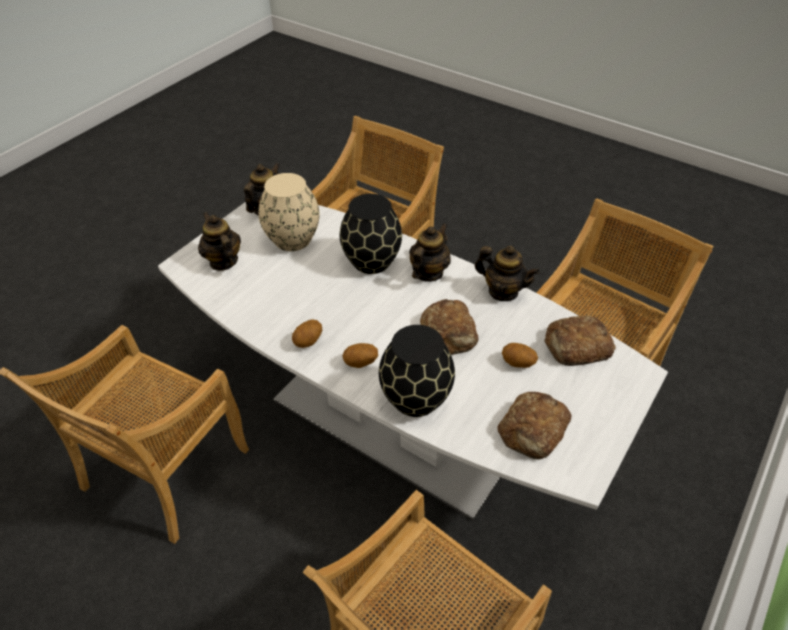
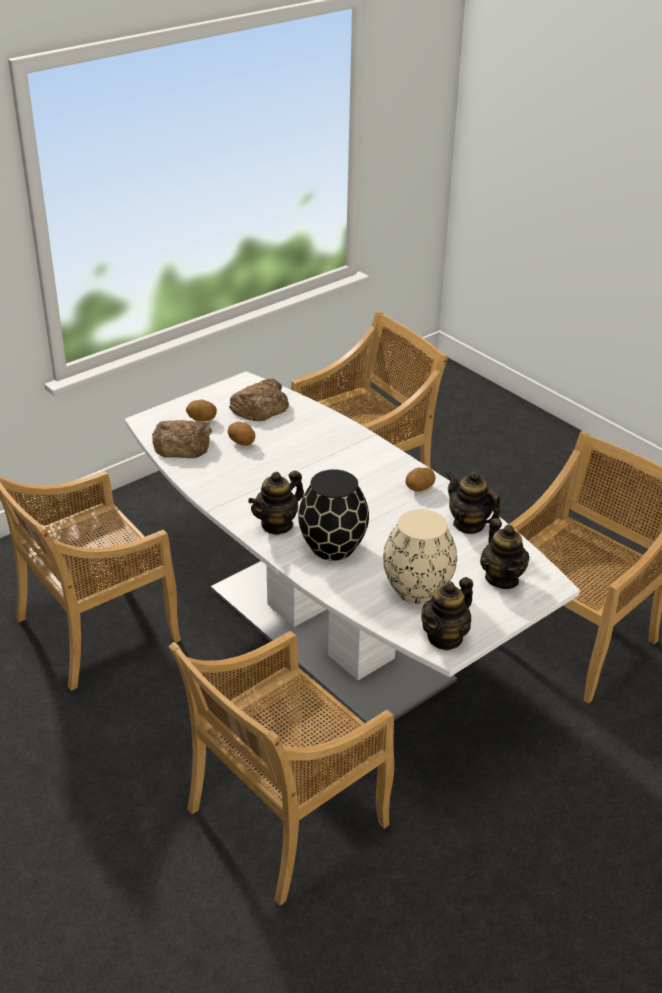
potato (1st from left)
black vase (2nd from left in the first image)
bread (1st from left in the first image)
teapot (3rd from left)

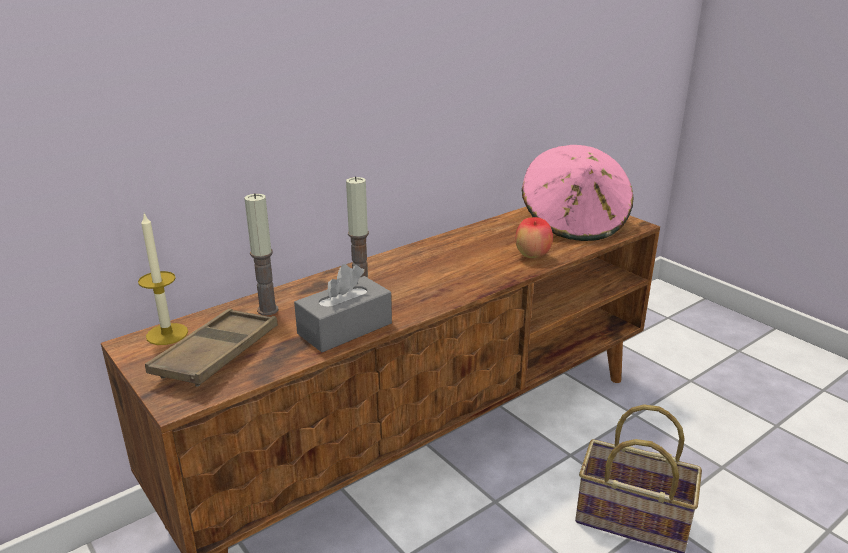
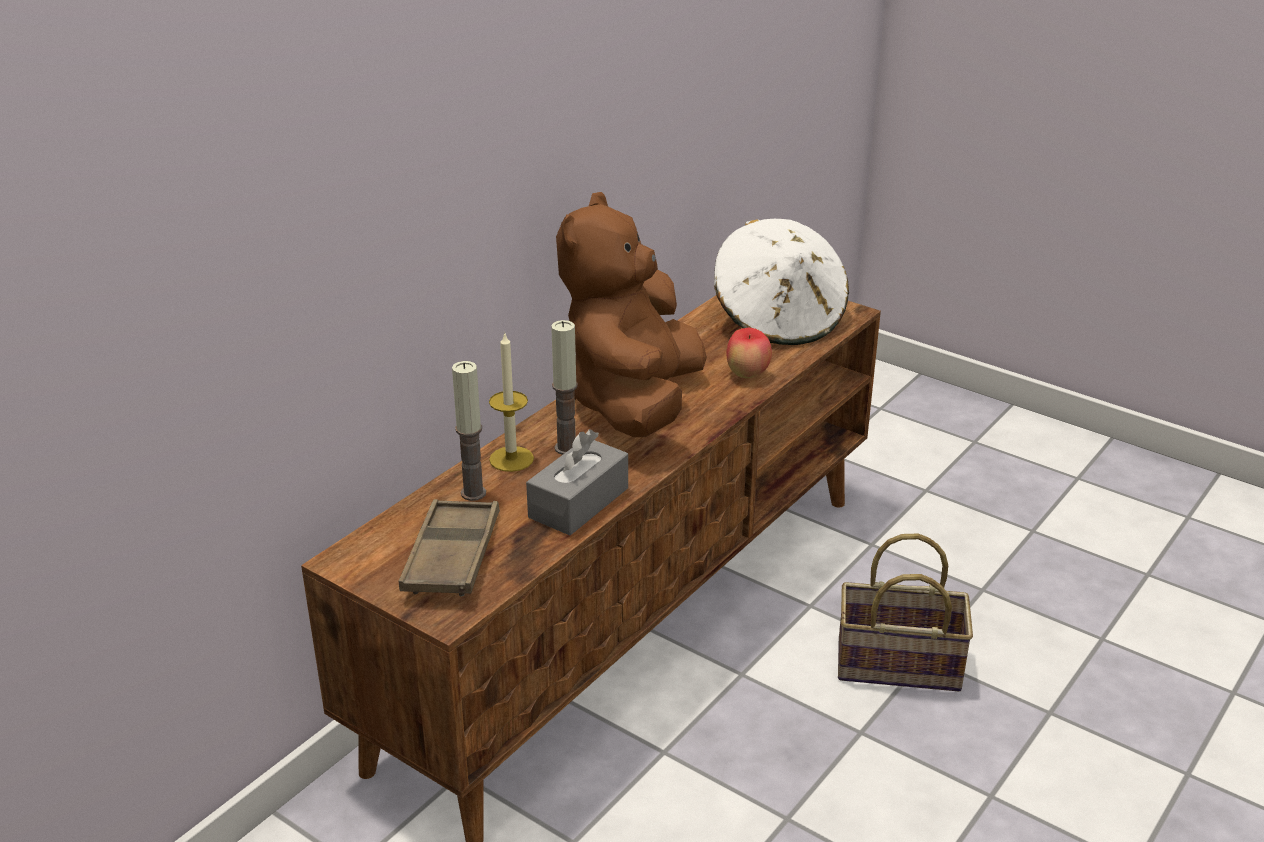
candle (2nd from left)
white hat
brown plush toy

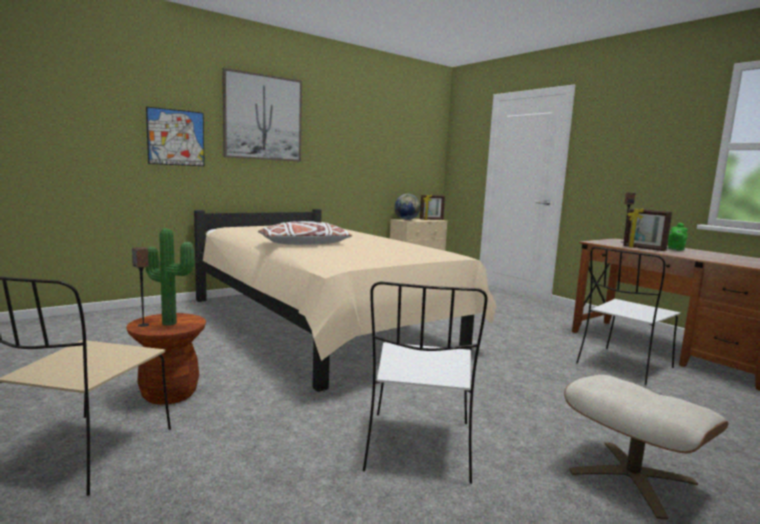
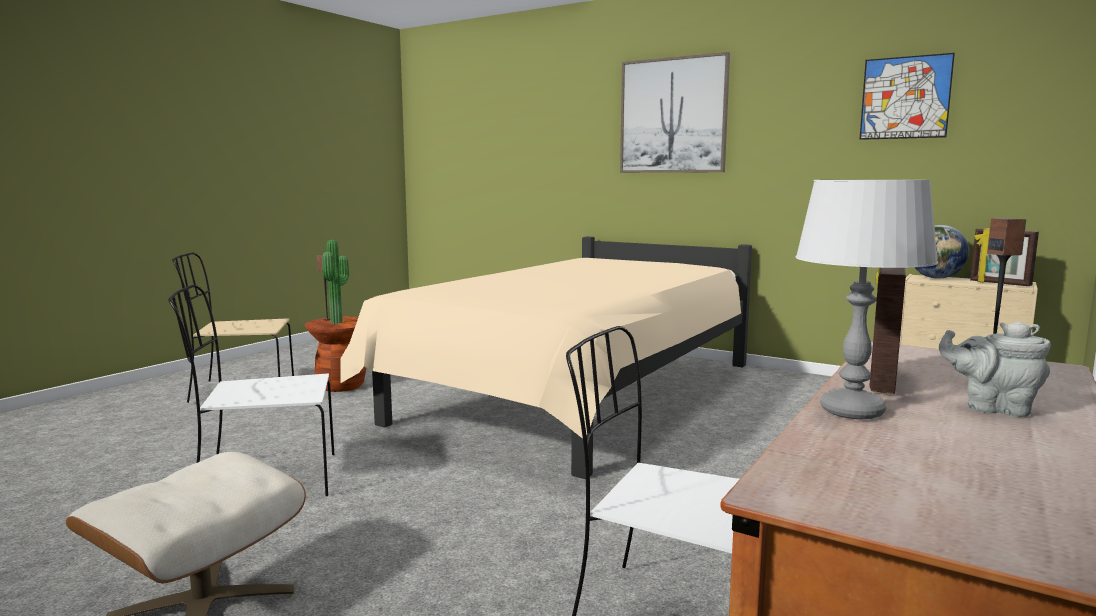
picture (2nd from left)
white pillow
grey teapot
grey table lamp

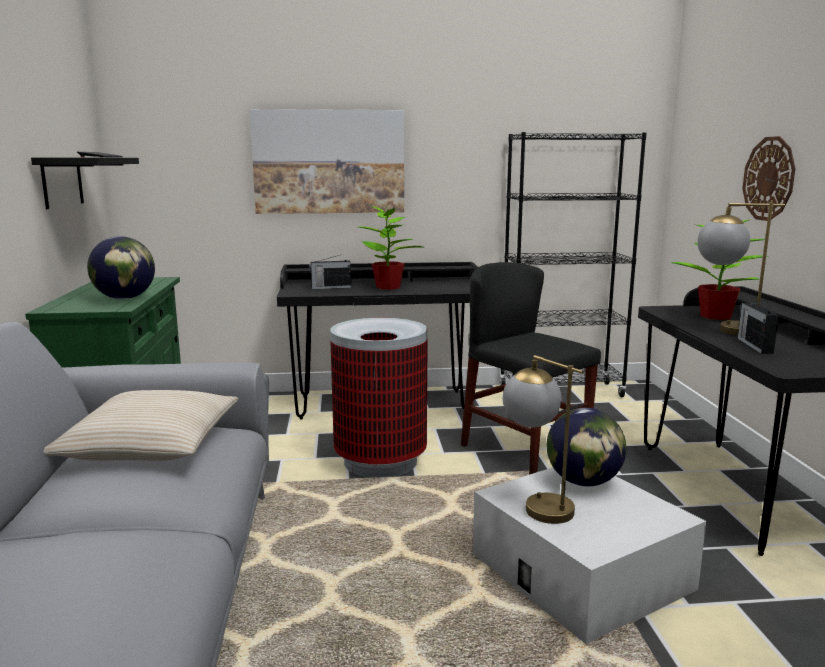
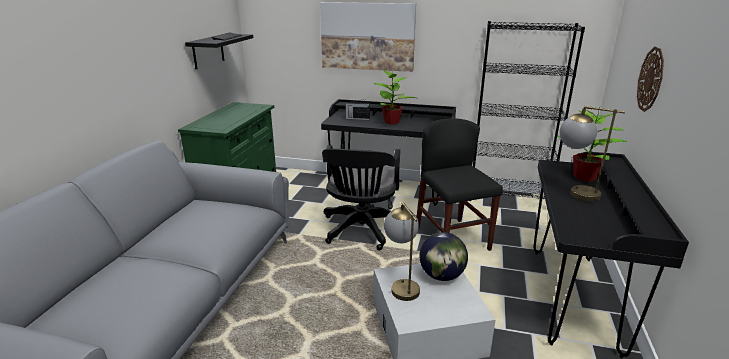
beige pillow
globe (1st from left in the first image)
black office chair
radio (2nd from left in the first image)

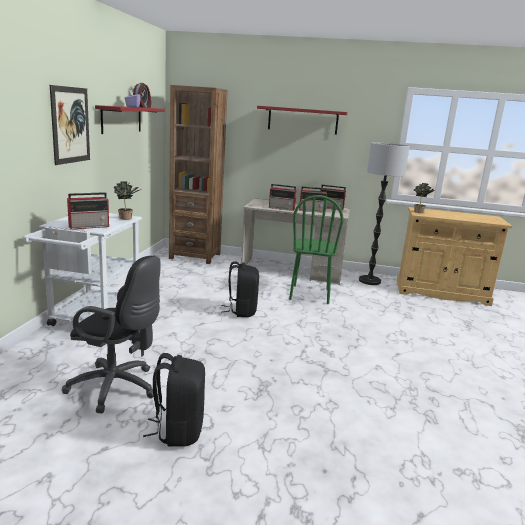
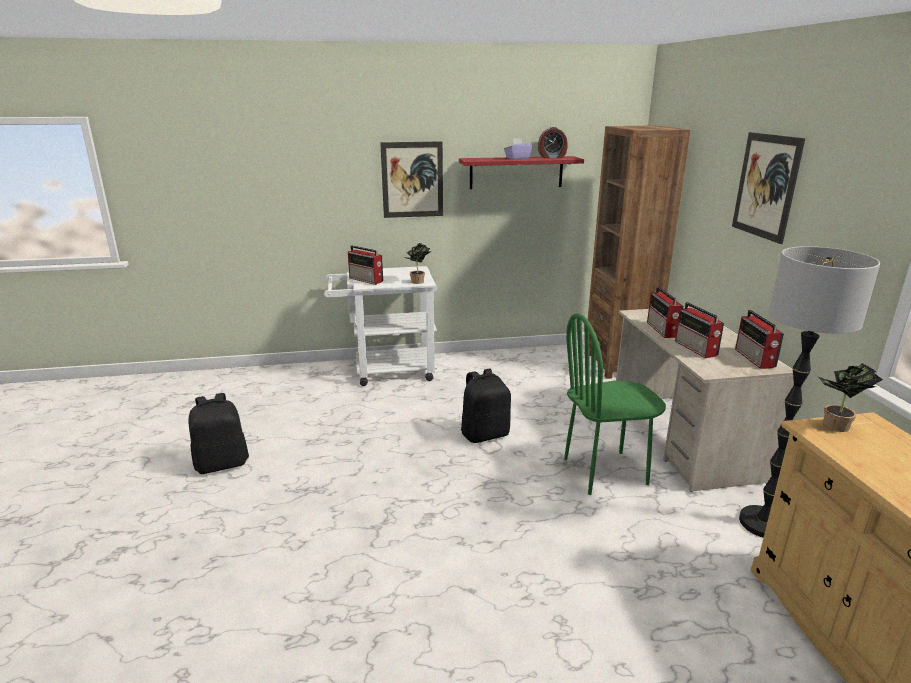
black office chair
picture (2nd from left)

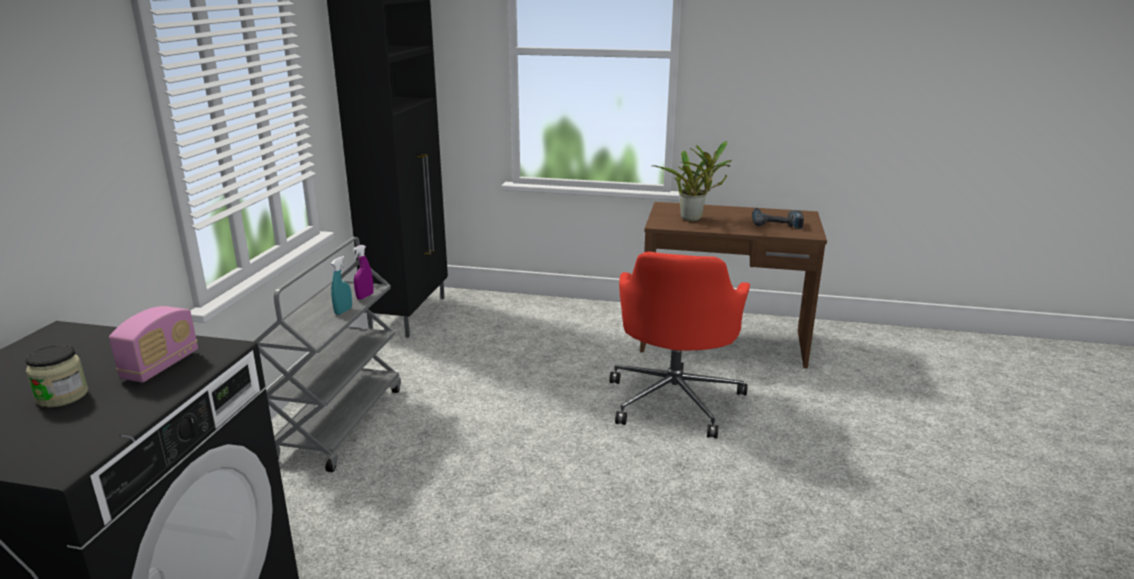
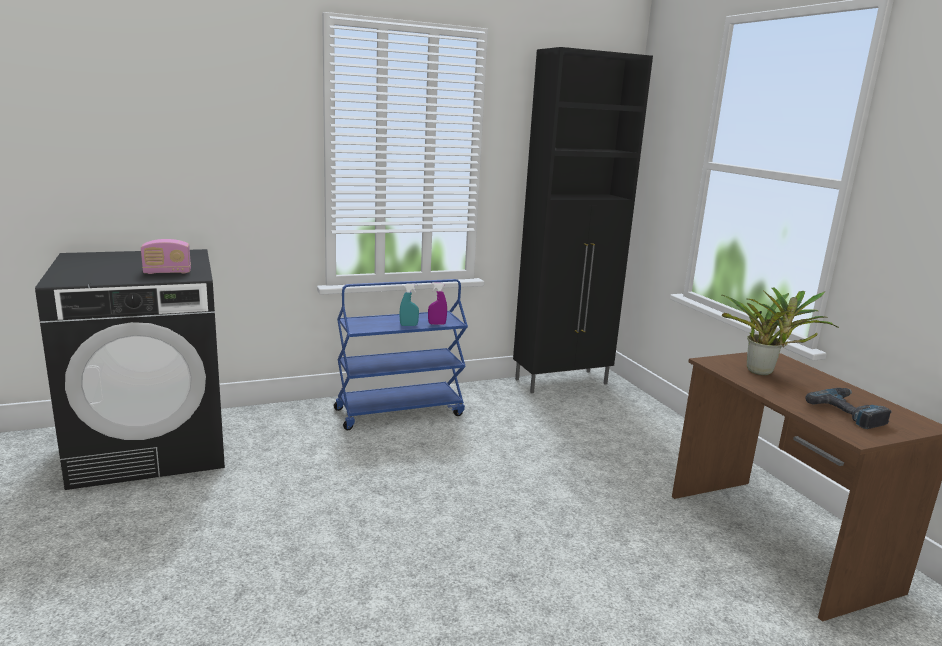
jar
blue cart
red office chair

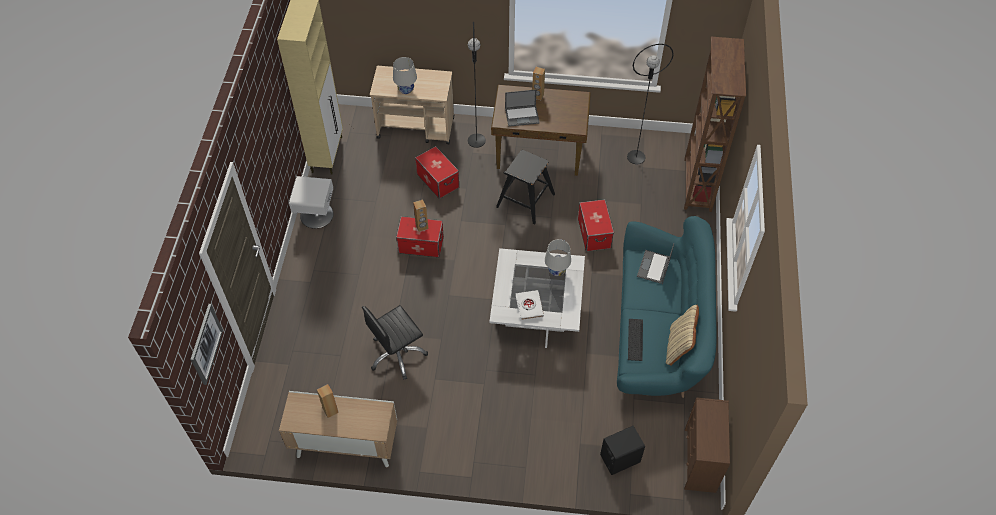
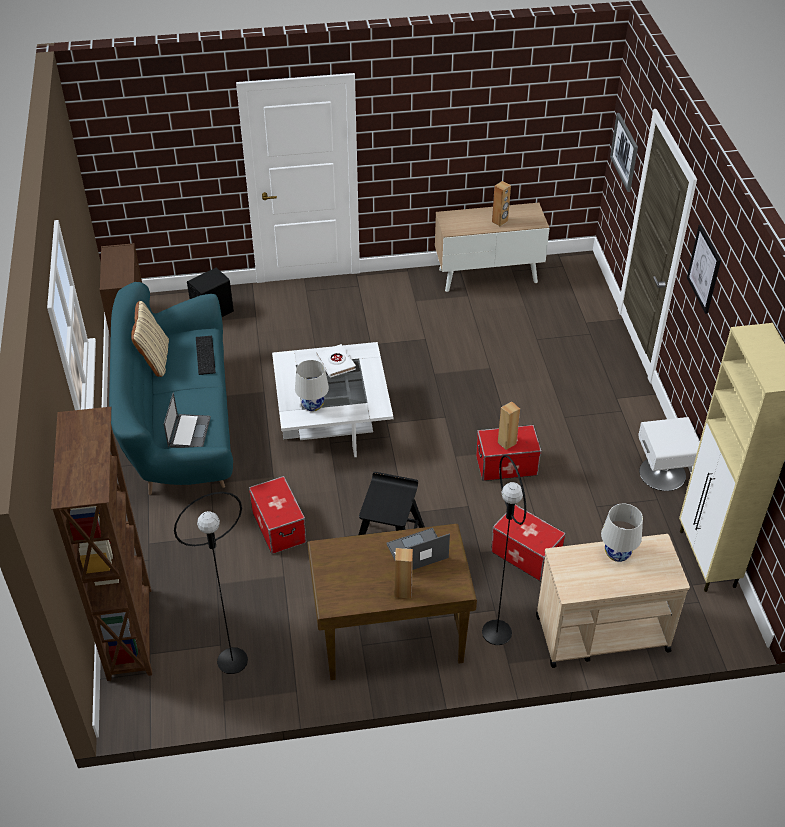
black office chair
picture (2nd from left)

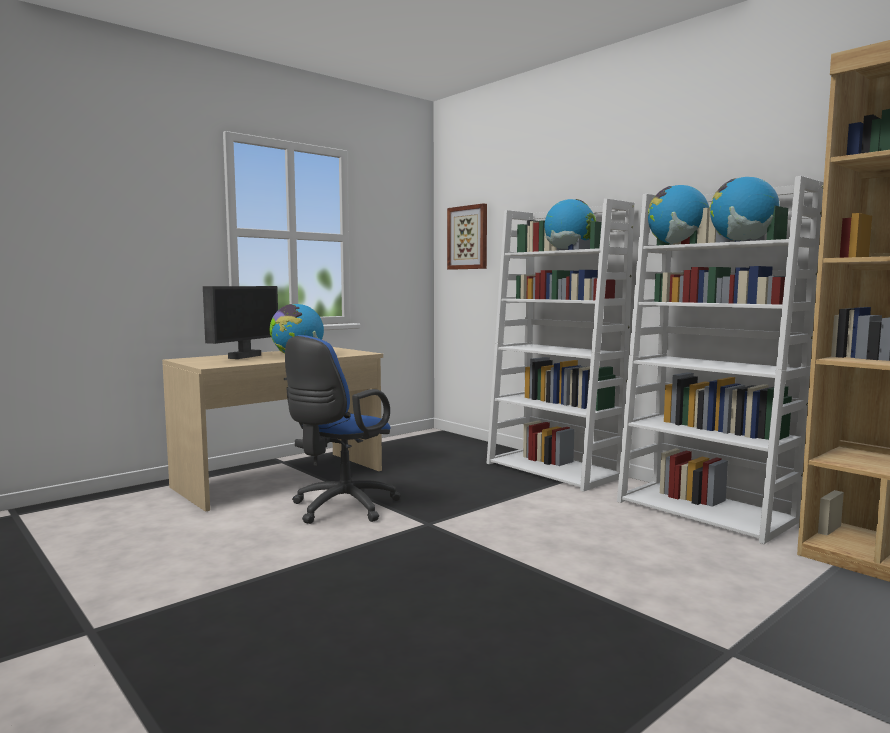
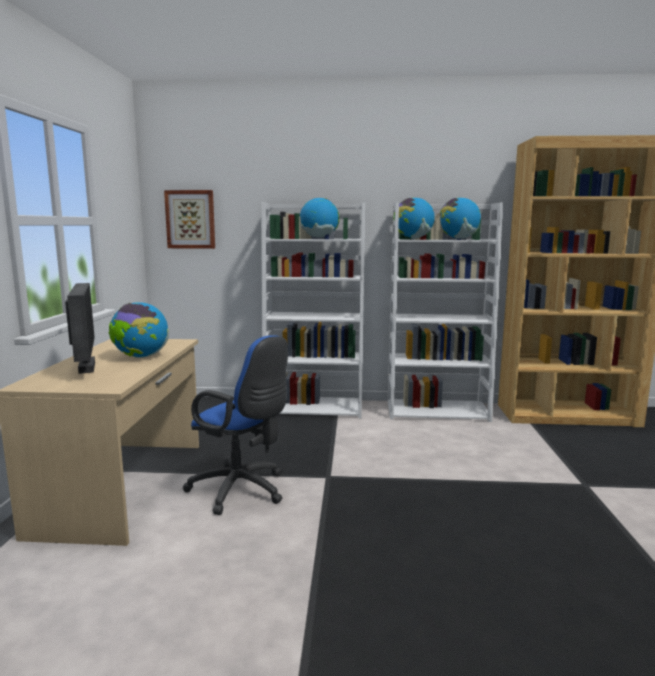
blue office chair

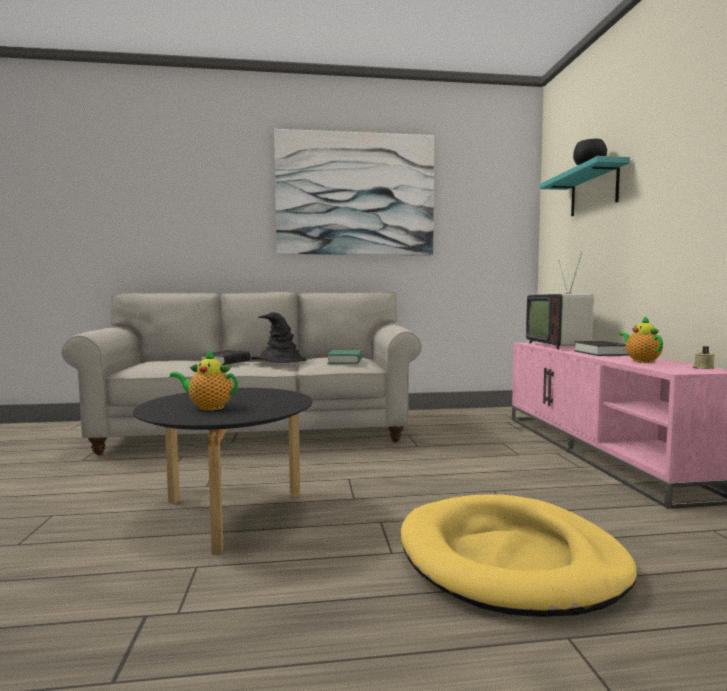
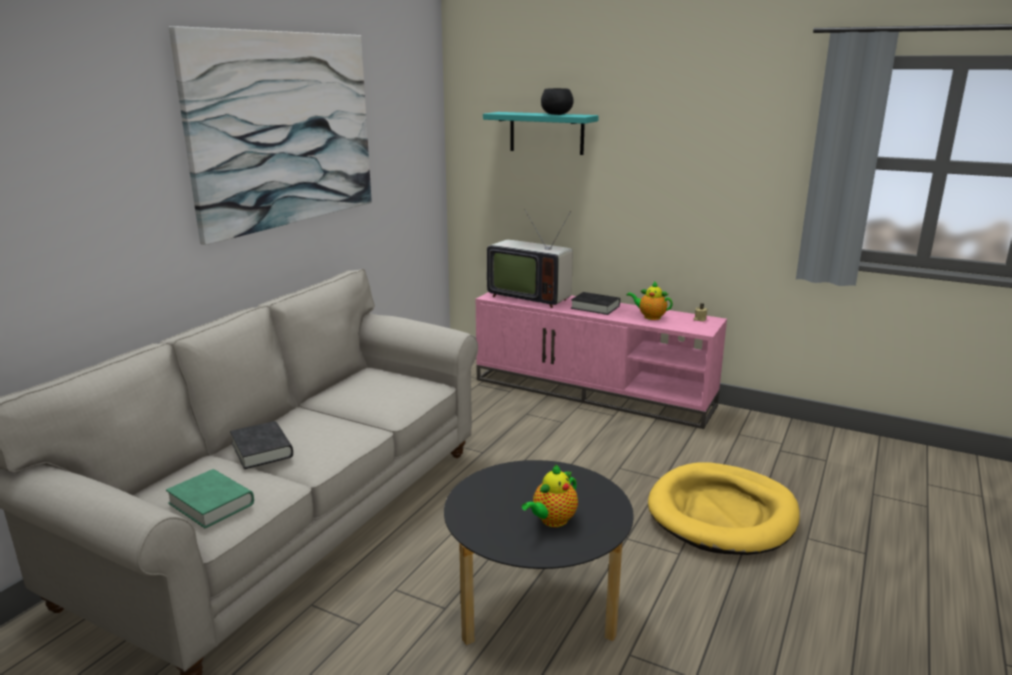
black hat
green book

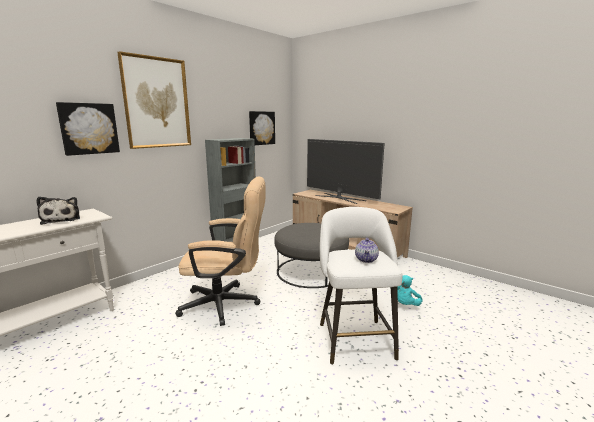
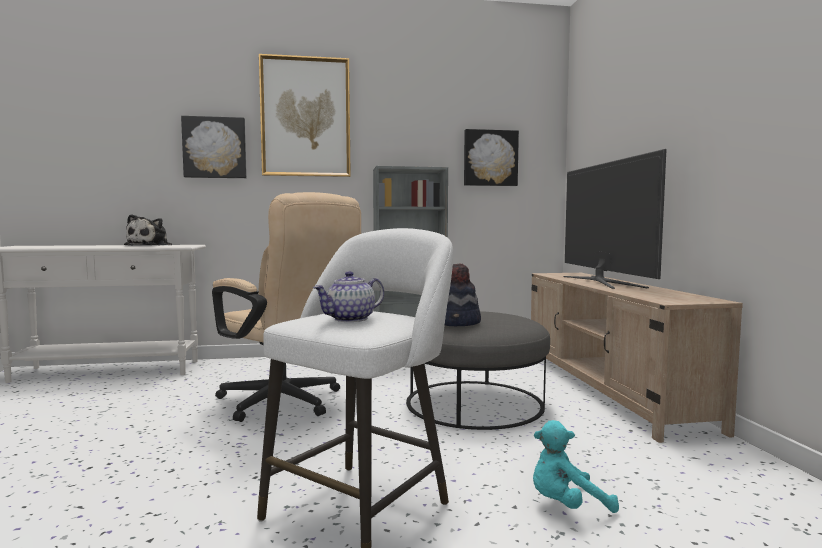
hat

